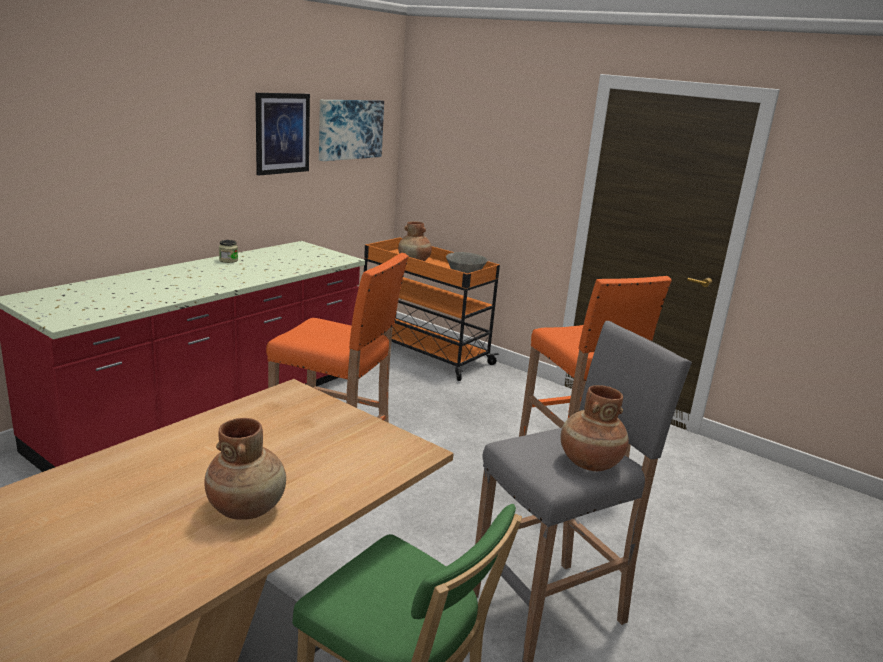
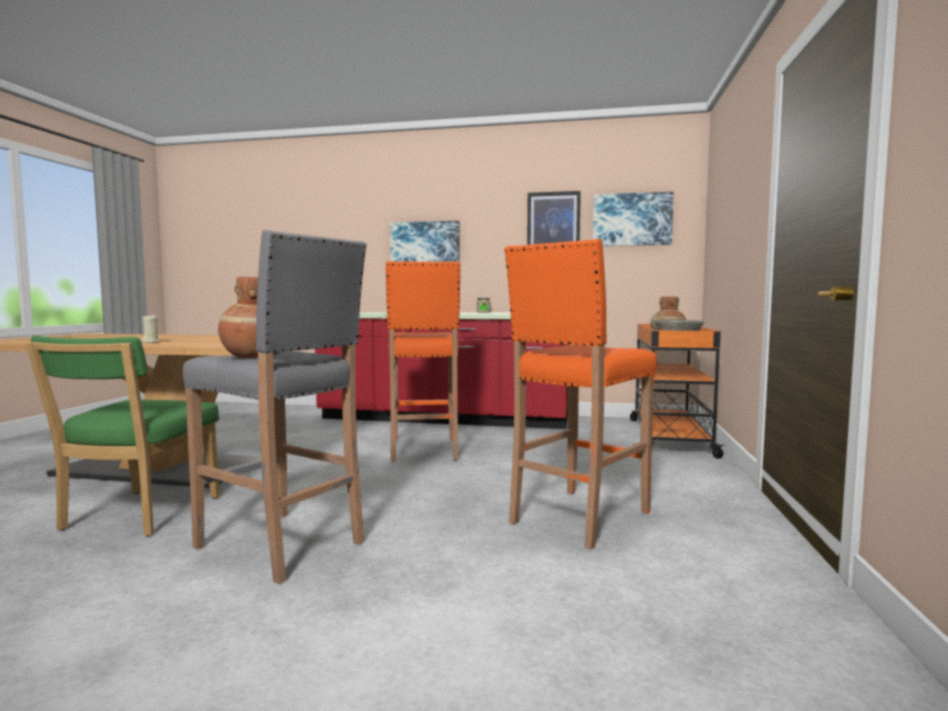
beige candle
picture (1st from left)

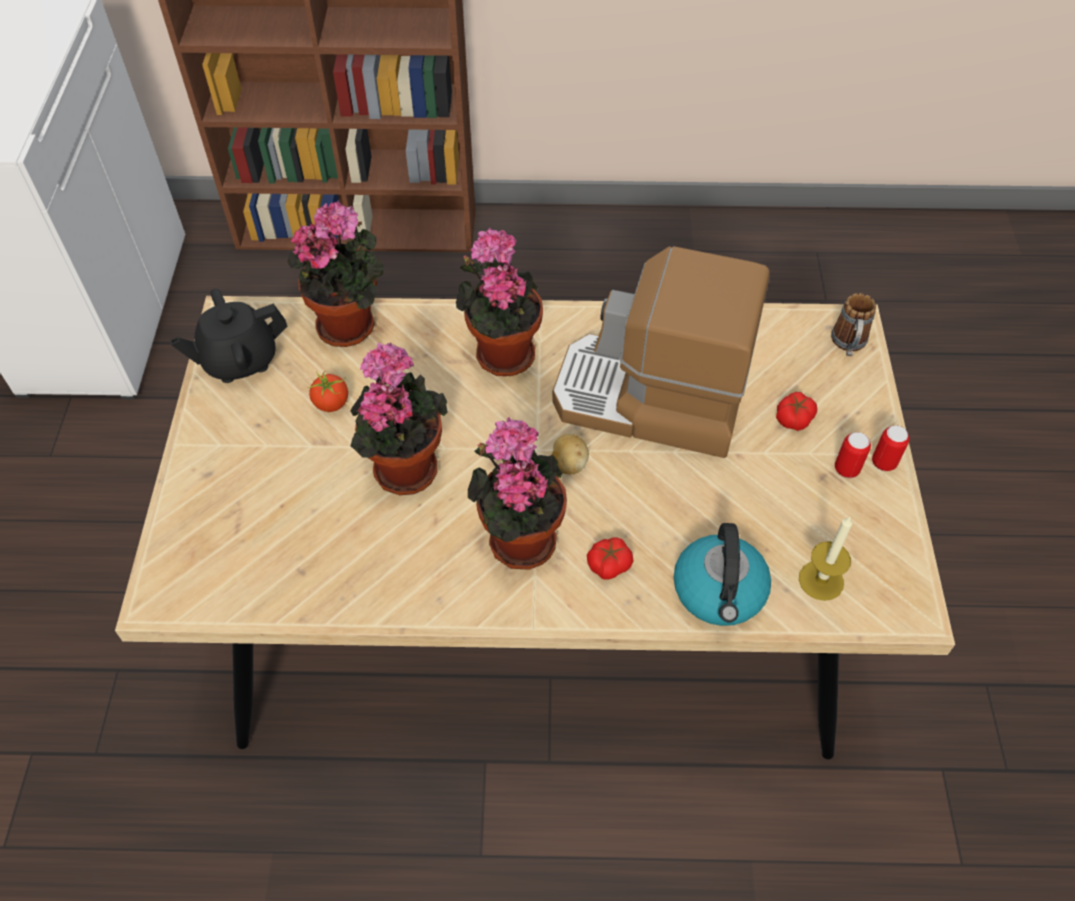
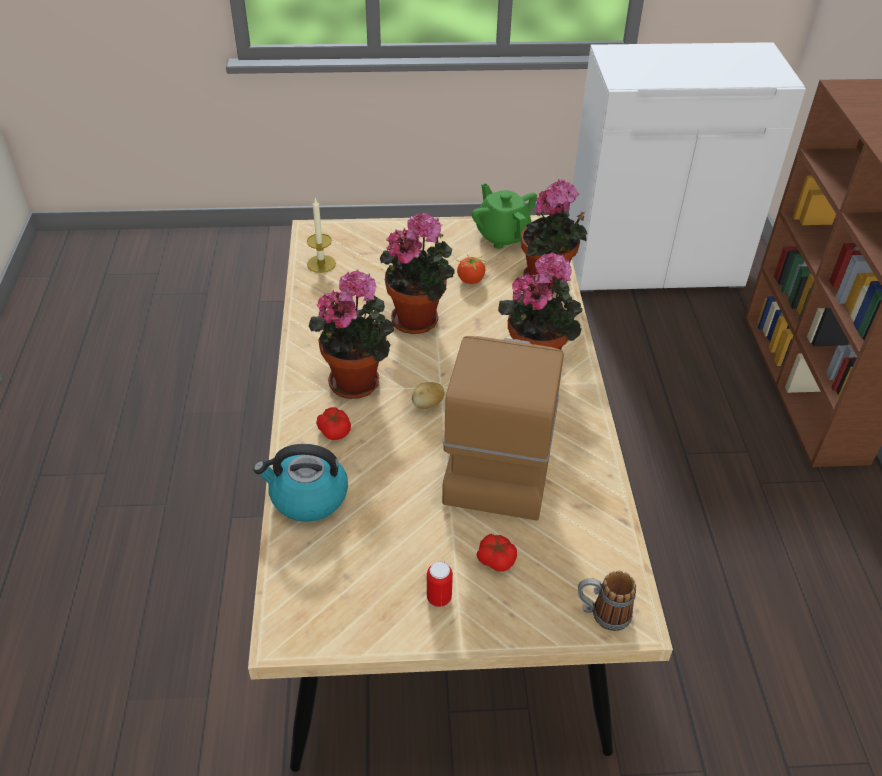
green teapot
candle
can (2nd from left in the first image)

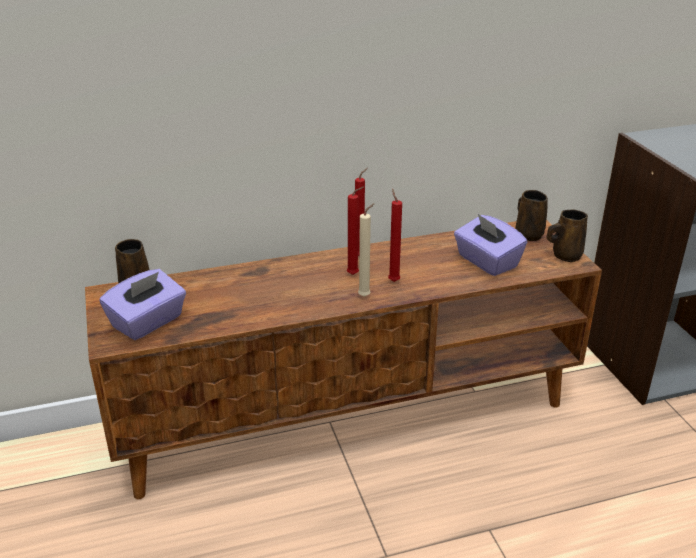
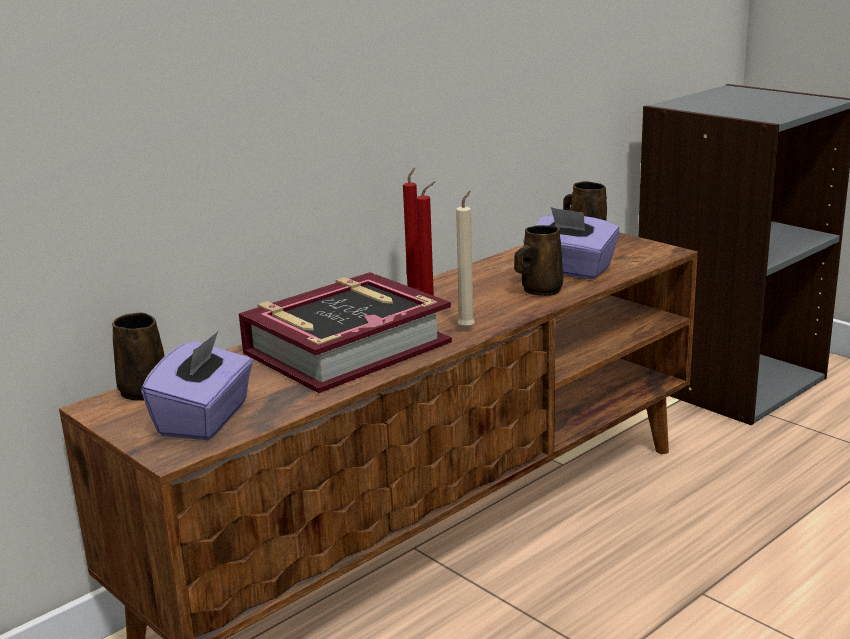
red candle (3rd from left in the first image)
brown mug (2nd from left)
book

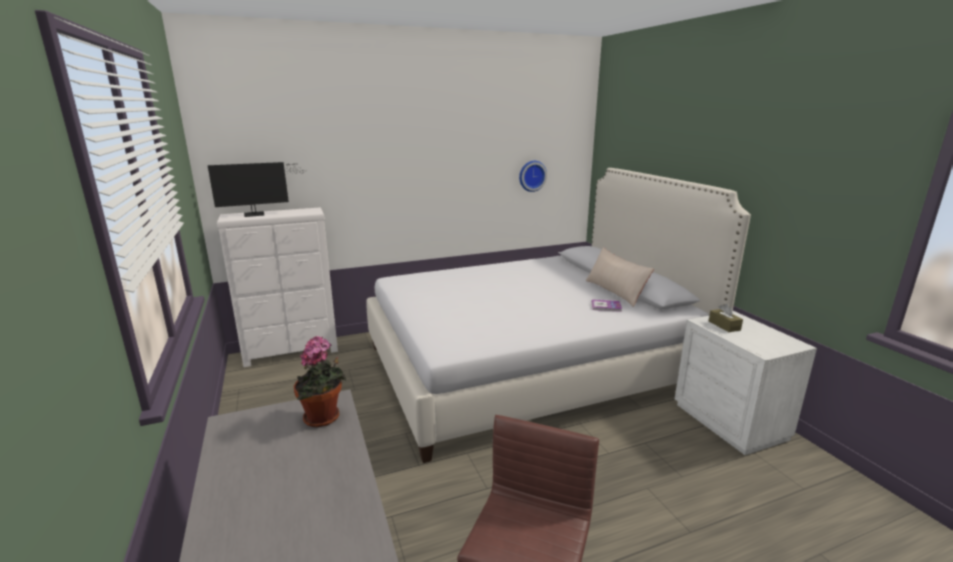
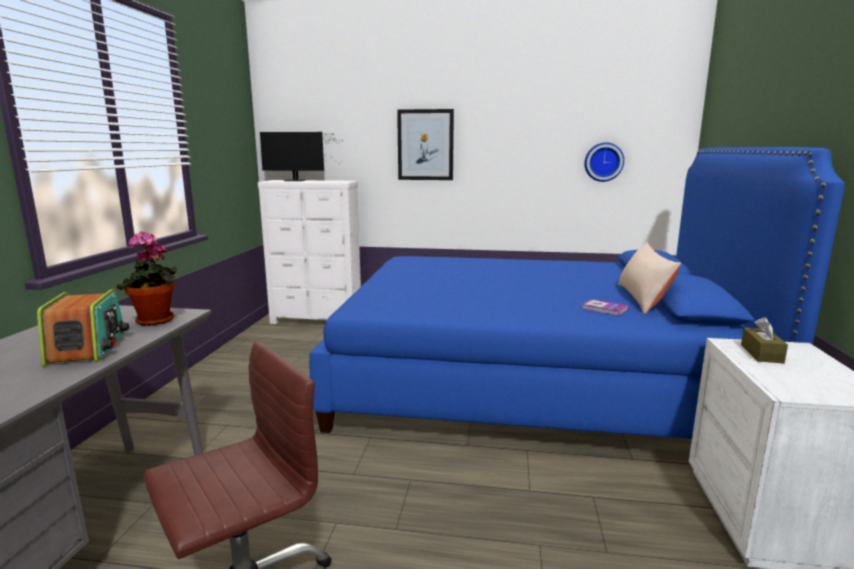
blue bed
radio
picture

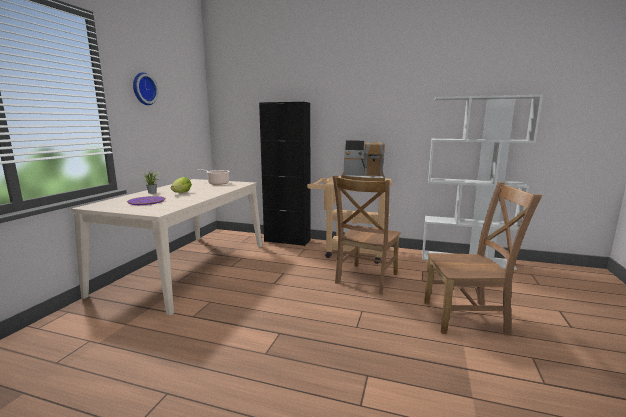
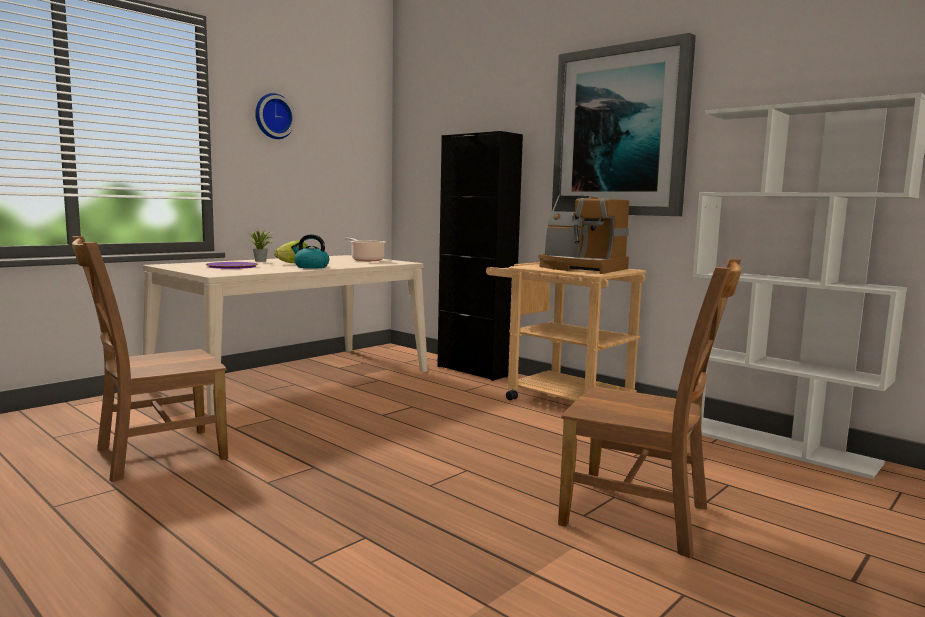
brown chair (1st from left)
kettle
picture

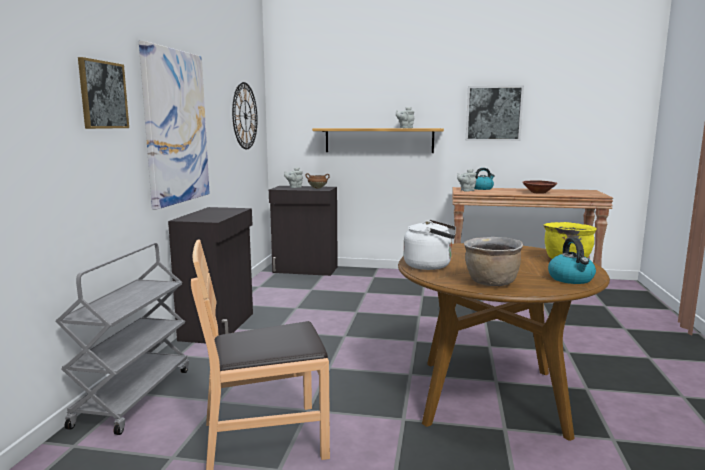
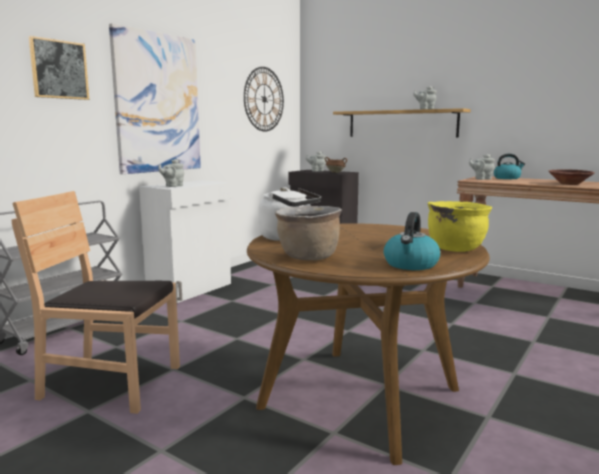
white cabinet
picture (3rd from left in the first image)
grey teapot (1st from left)

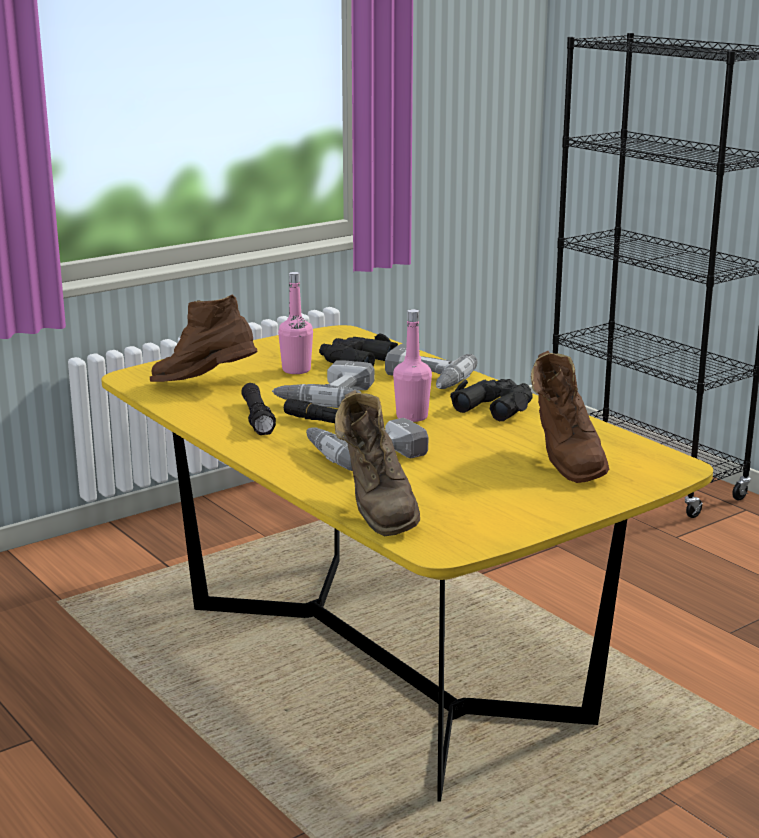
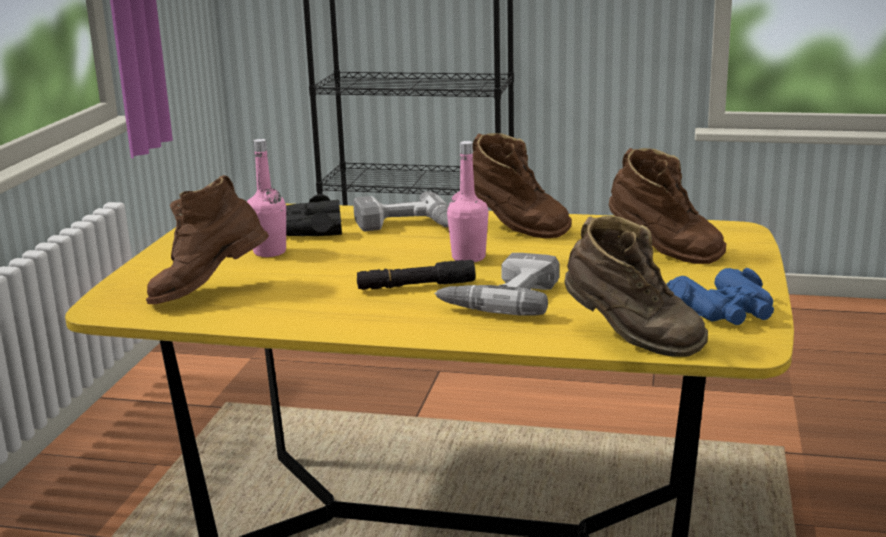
black flashlight (1st from left in the first image)
power drill (1st from left in the first image)
brown boot (2nd from left)
blue binoculars

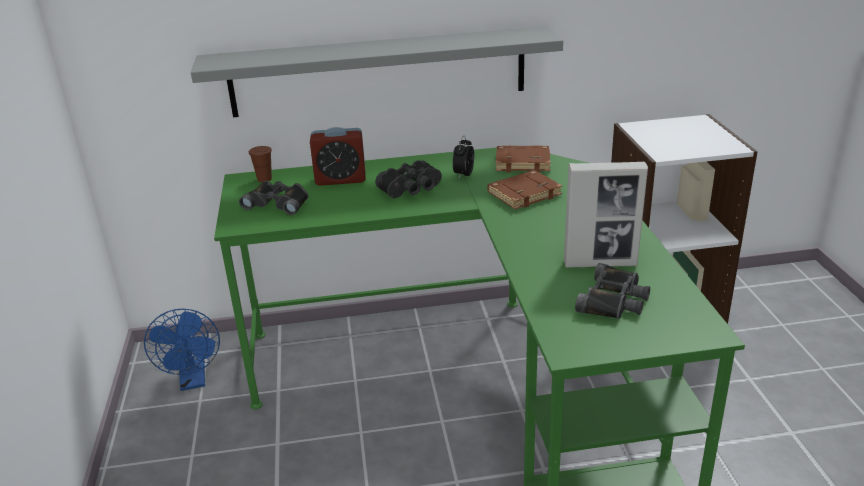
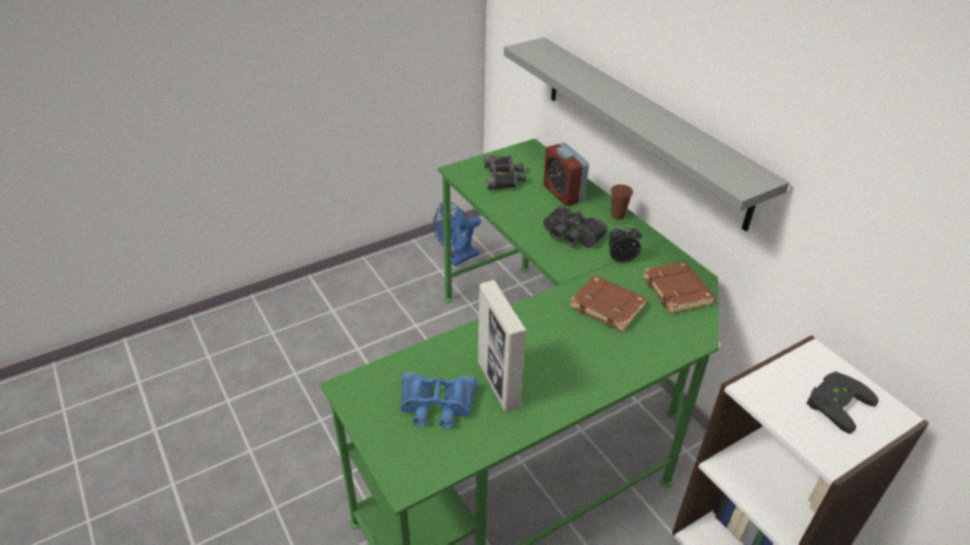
brown cup
blue binoculars
black game controller

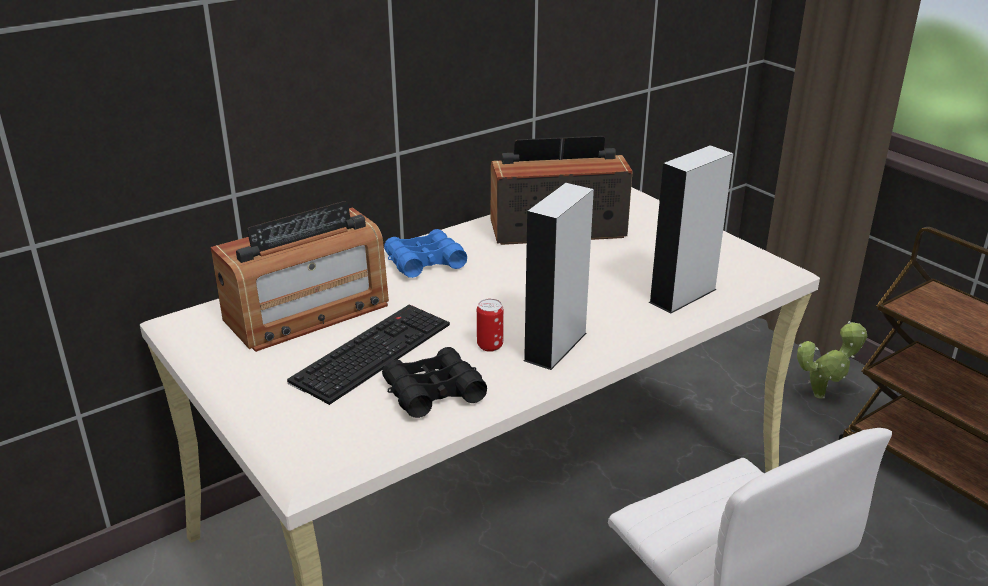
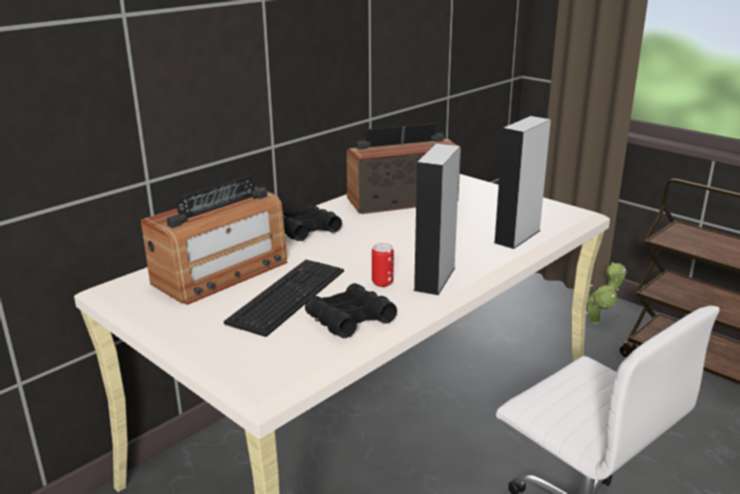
black binoculars (1st from left)

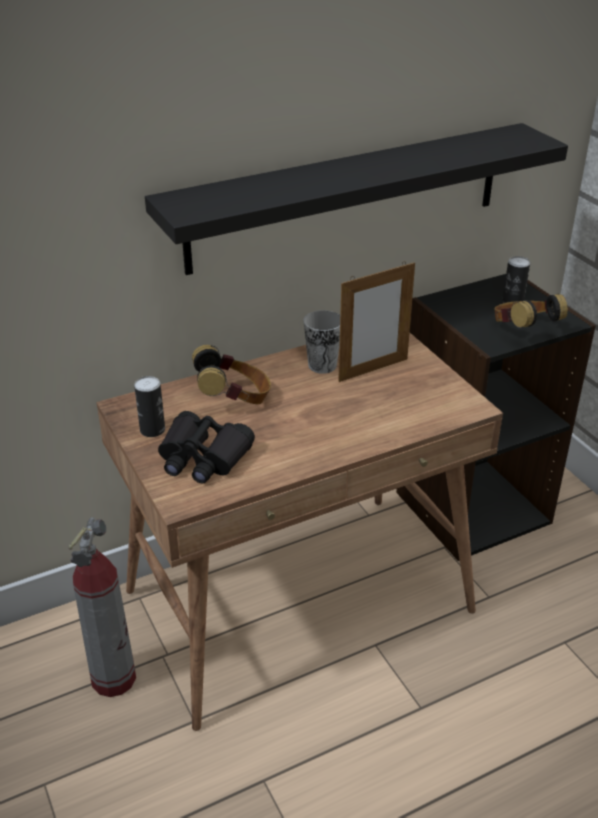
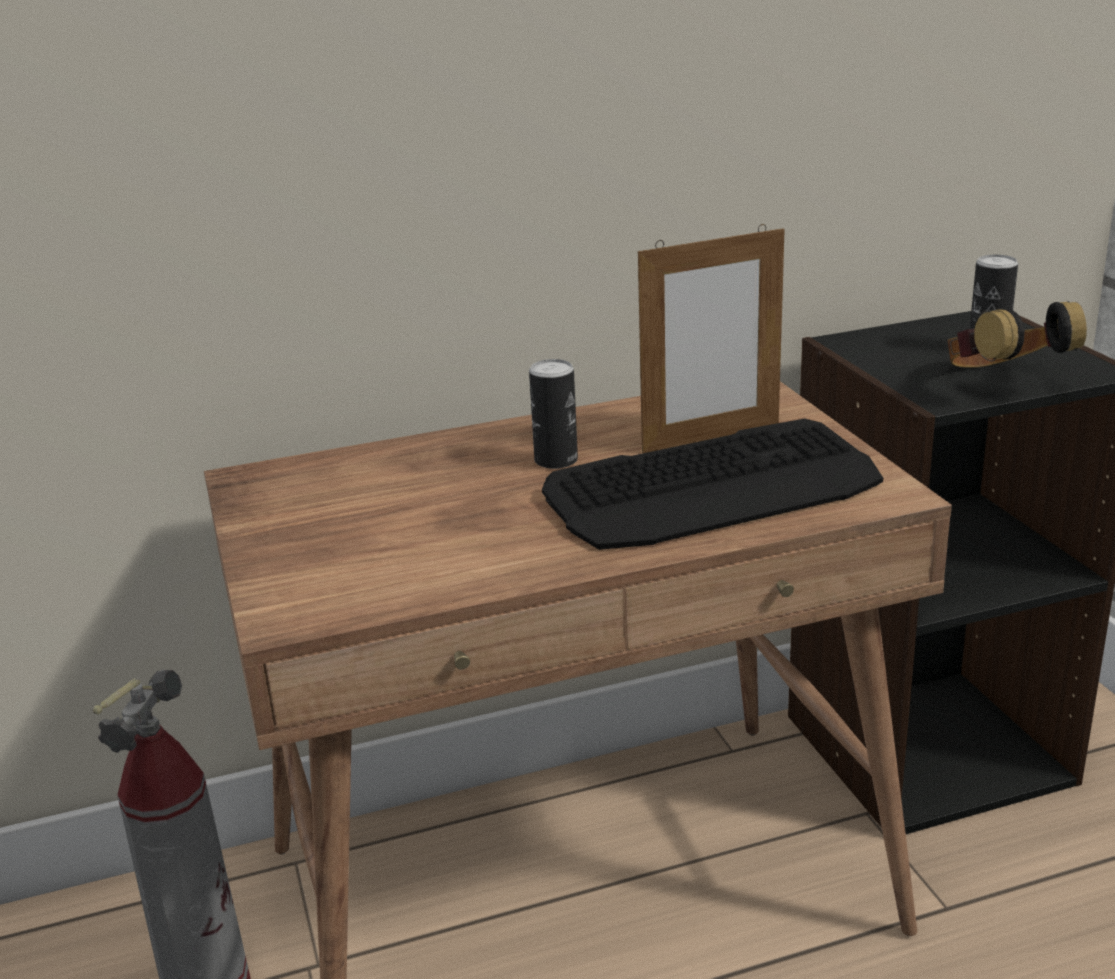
can (1st from left)
black shelf
black binoculars
headphones (1st from left in the first image)
cup
keyboard

